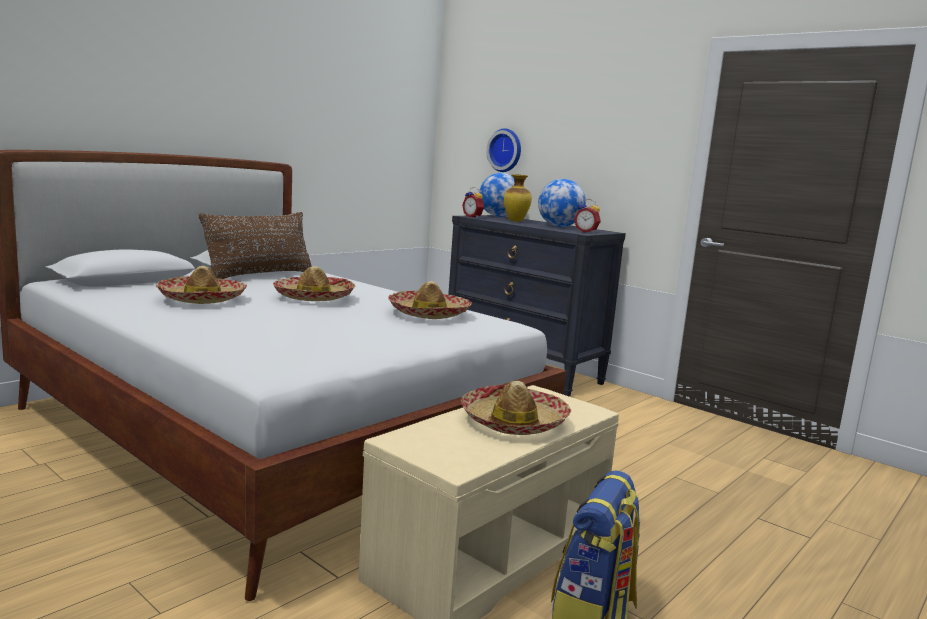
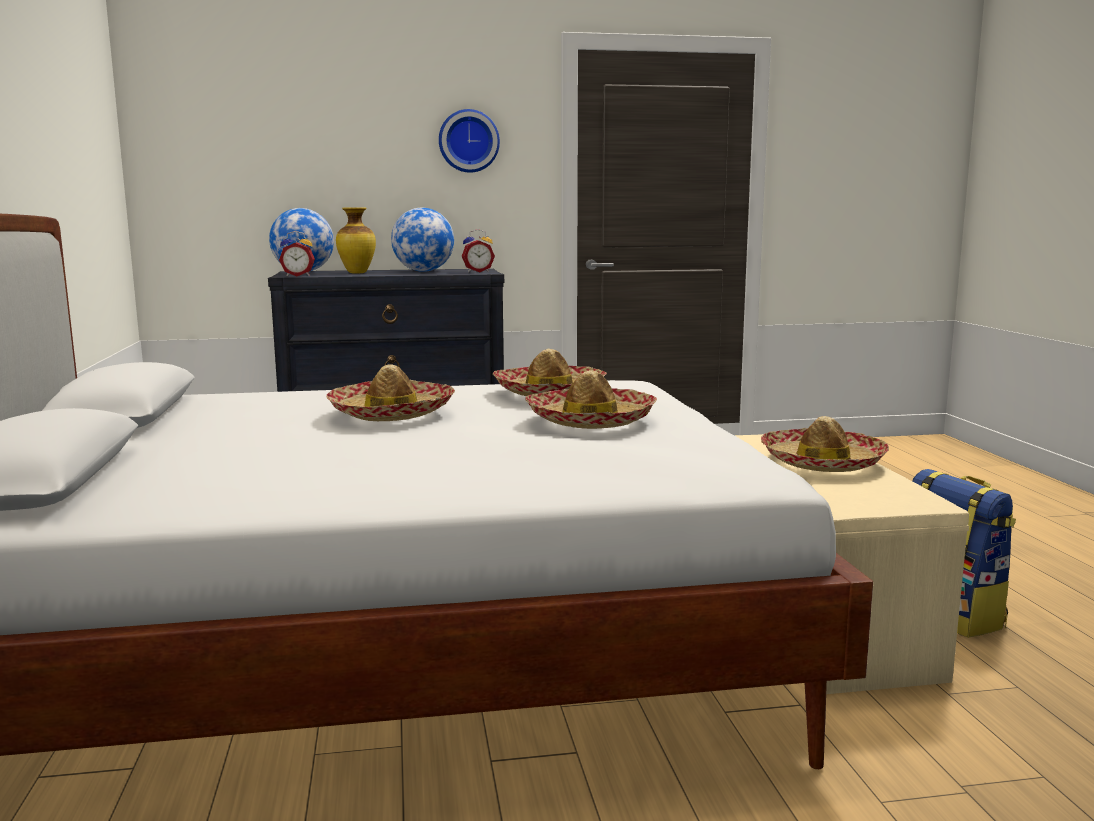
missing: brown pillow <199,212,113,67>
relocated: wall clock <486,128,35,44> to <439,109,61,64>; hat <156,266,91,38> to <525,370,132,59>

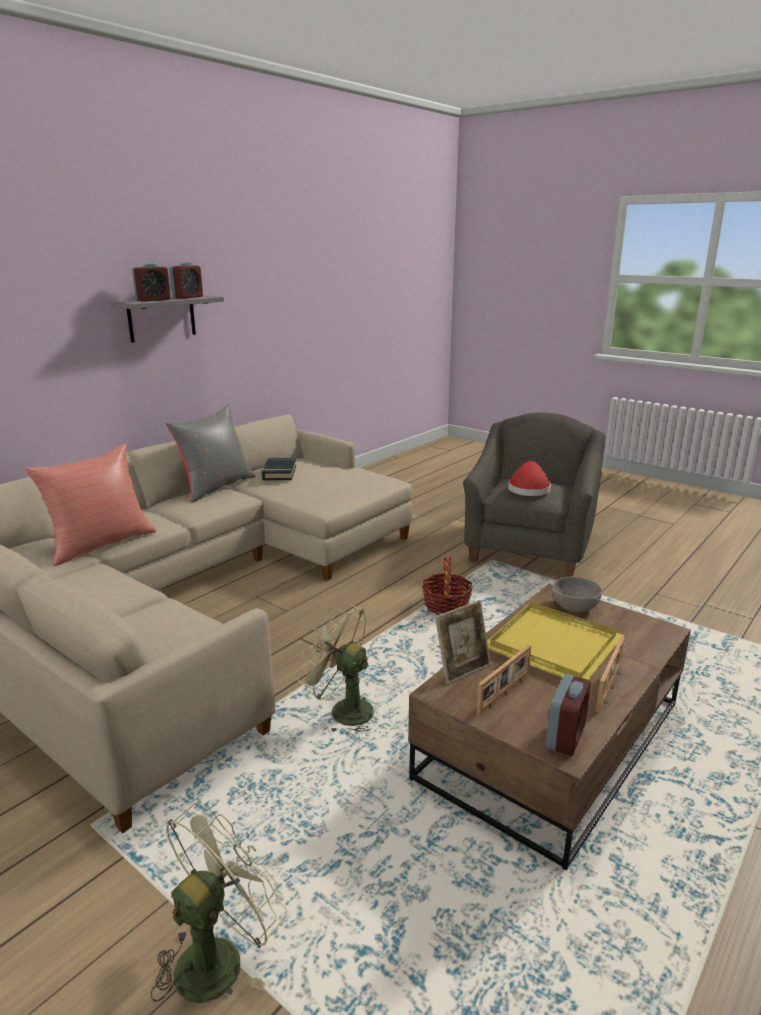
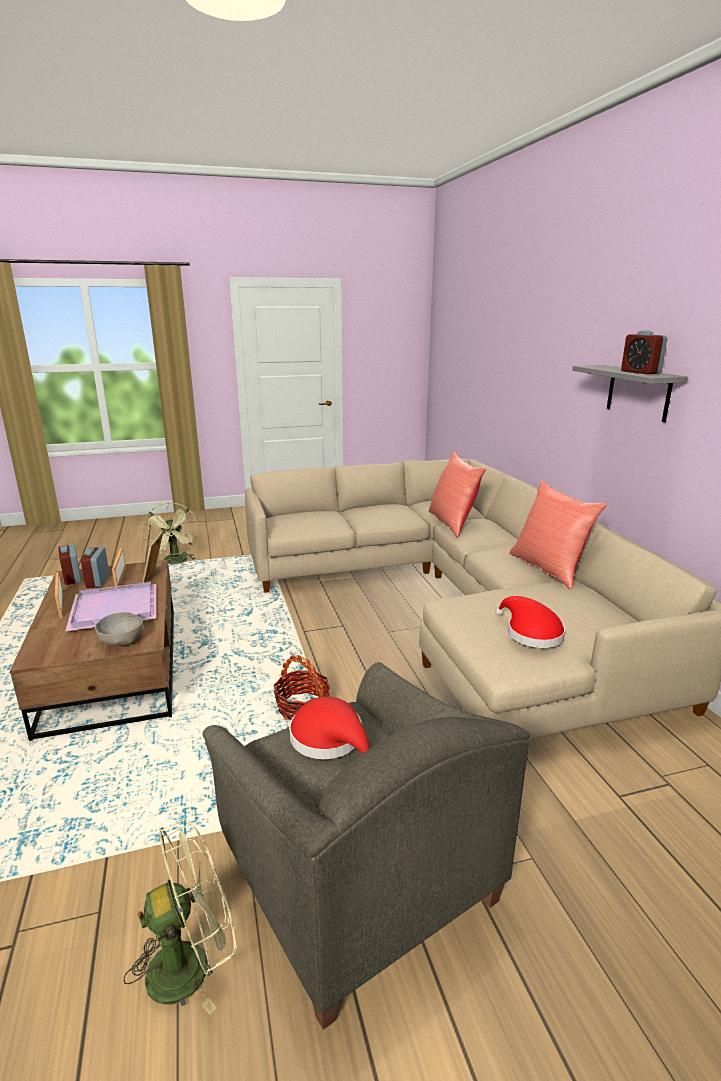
missing: black book <261,458,35,22>
appeared: red hat <495,596,70,52>
relocated: alarm clock <132,263,39,39> to <81,547,28,41>; green fan <298,602,76,133> to <124,819,113,195>
colour: yellow tray <487,602,137,78> to purple tray <65,582,91,50>; grey pillow <166,404,89,99> to red pillow <510,480,96,109>

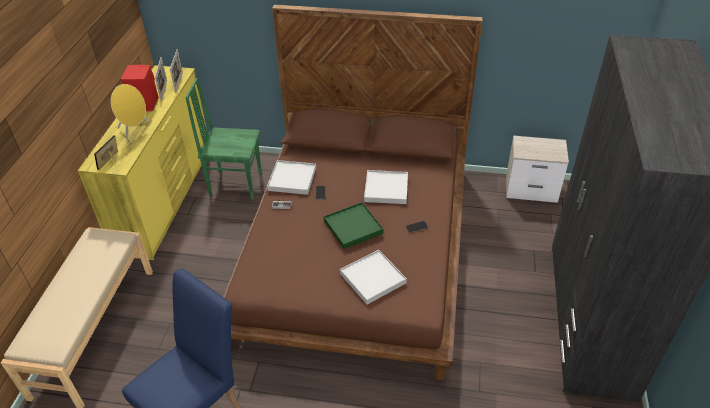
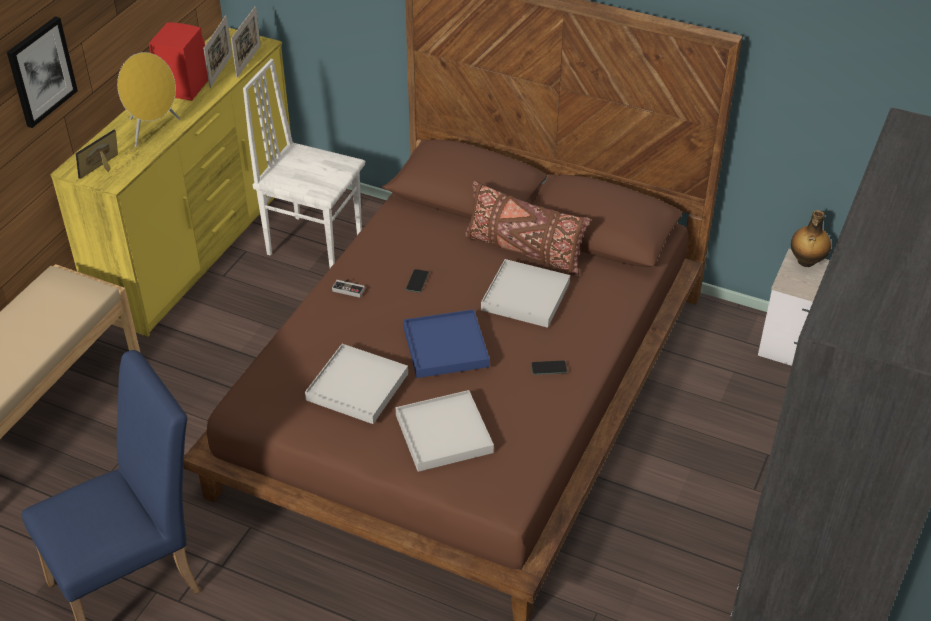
appeared: picture <7,16,71,112>; brown pillow <465,181,126,96>; bottle <791,210,40,57>
relocated: white tray <267,160,49,35> to <305,344,103,80>
colour: green chair <185,78,77,122> to white chair <243,59,122,209>; green tray <324,202,59,47> to blue tray <403,309,87,69>

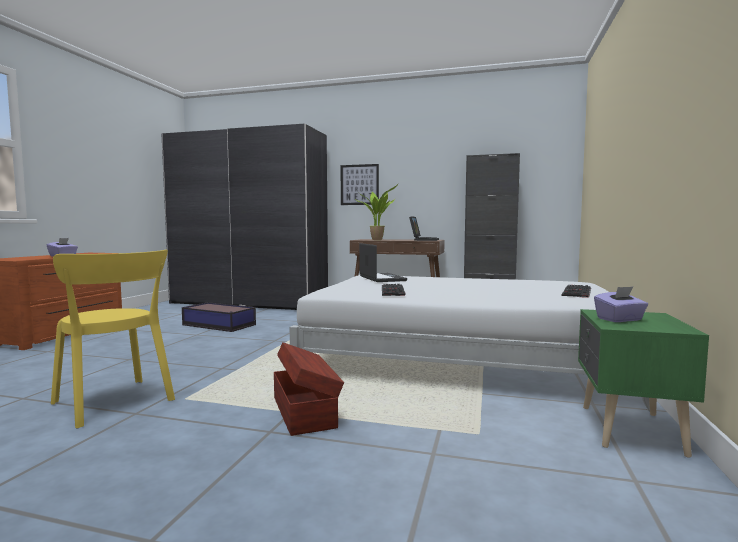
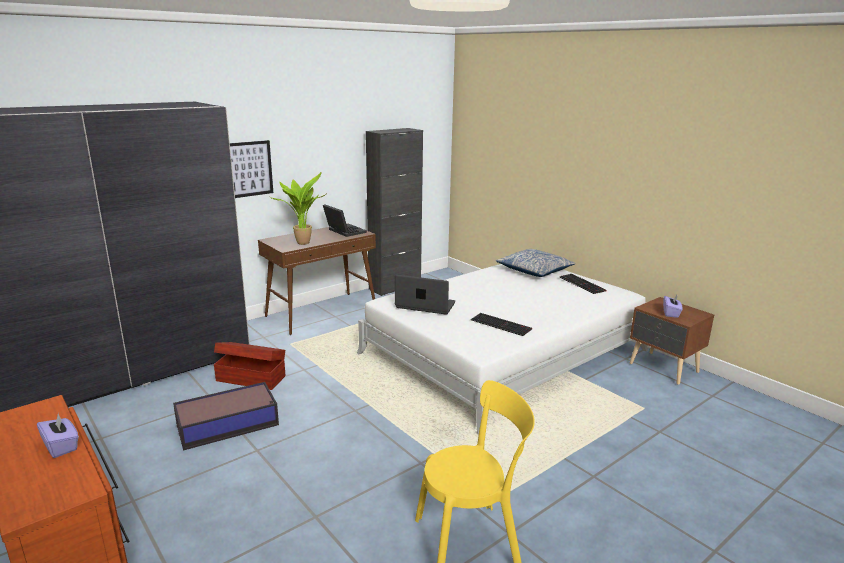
appeared: pillow <496,249,79,28>
relocated: brown storage box <274,342,70,94> to <214,342,71,48>
colour: green nightstand <578,309,131,149> to brown nightstand <630,297,84,88>

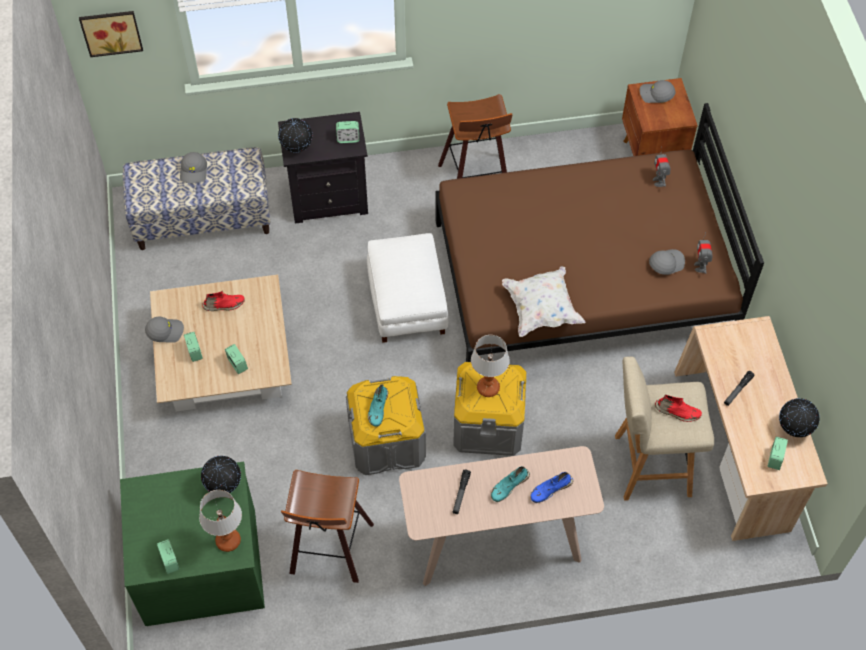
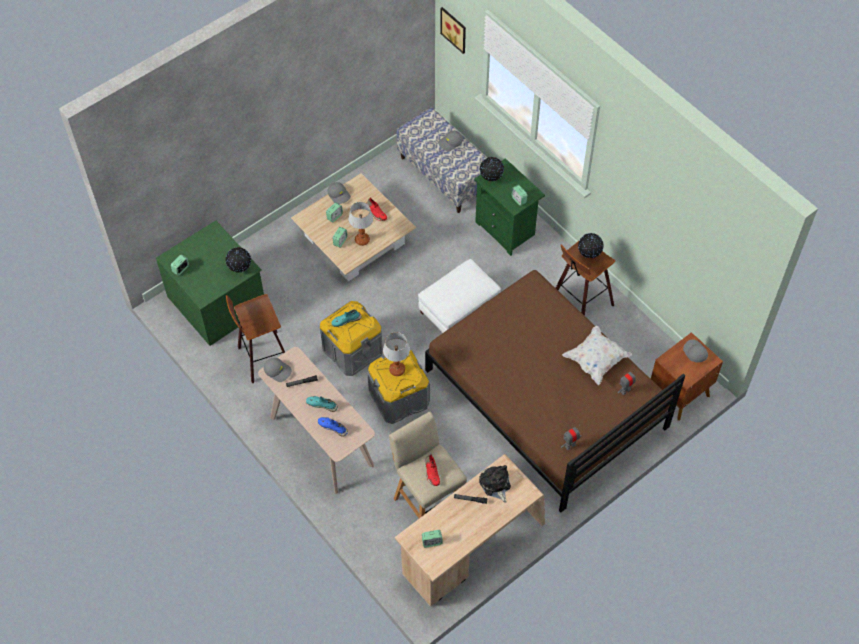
appeared: plush toy <479,465,32,38>
relocated: grey cap <649,249,36,26> to <264,358,28,24>; table lamp <199,490,43,62> to <348,202,25,44>; white pillow <502,267,84,70> to <562,326,70,59>; globe <779,398,41,39> to <578,233,25,25>
colour: black nightstand <278,112,90,112> to green nightstand <474,158,71,98>

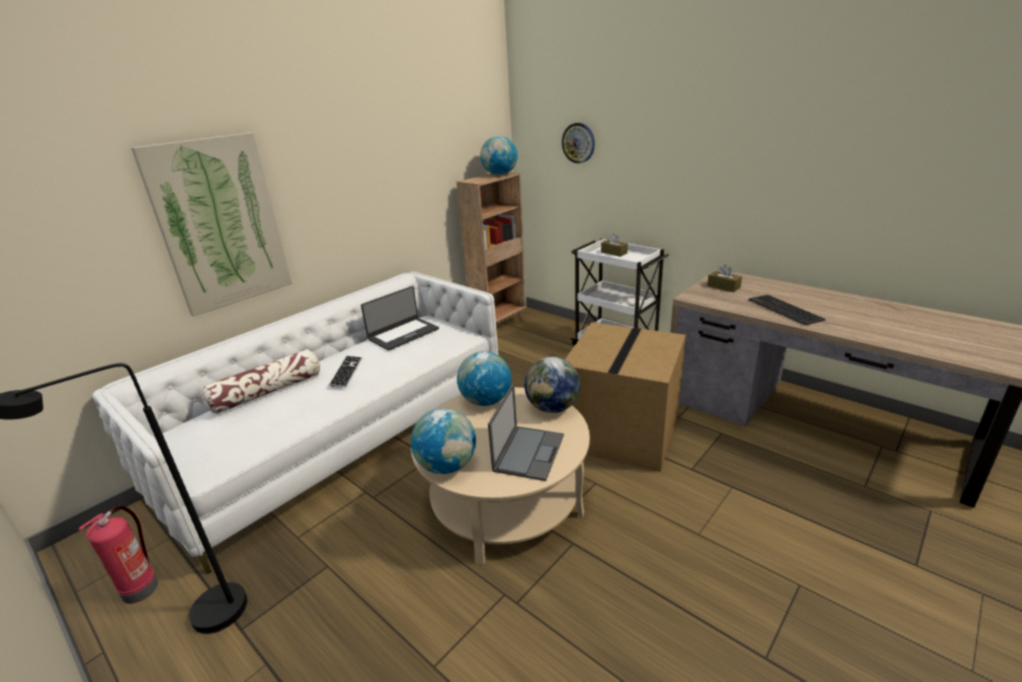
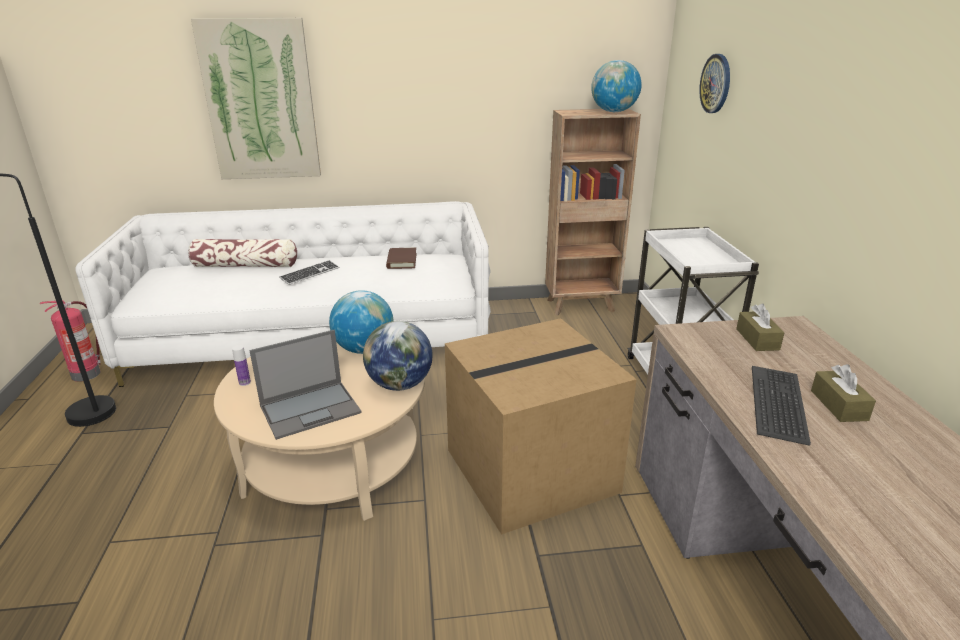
relocated: brown tissue box <601,233,27,24> to <811,364,65,58>
exchanged: globe <411,408,65,66> to bottle <232,345,19,41>; laptop <361,286,78,65> to brown book <386,248,31,21>

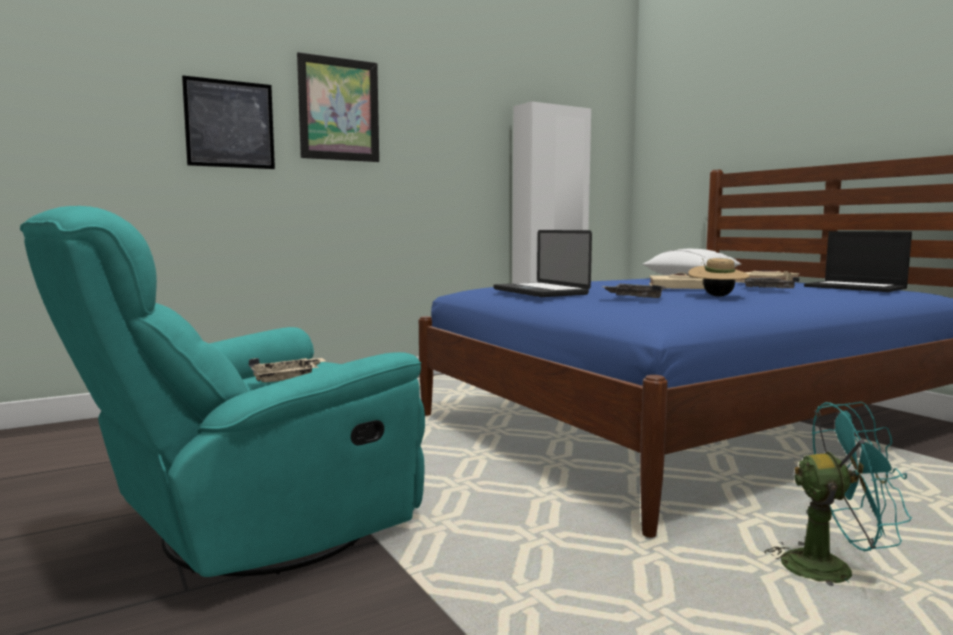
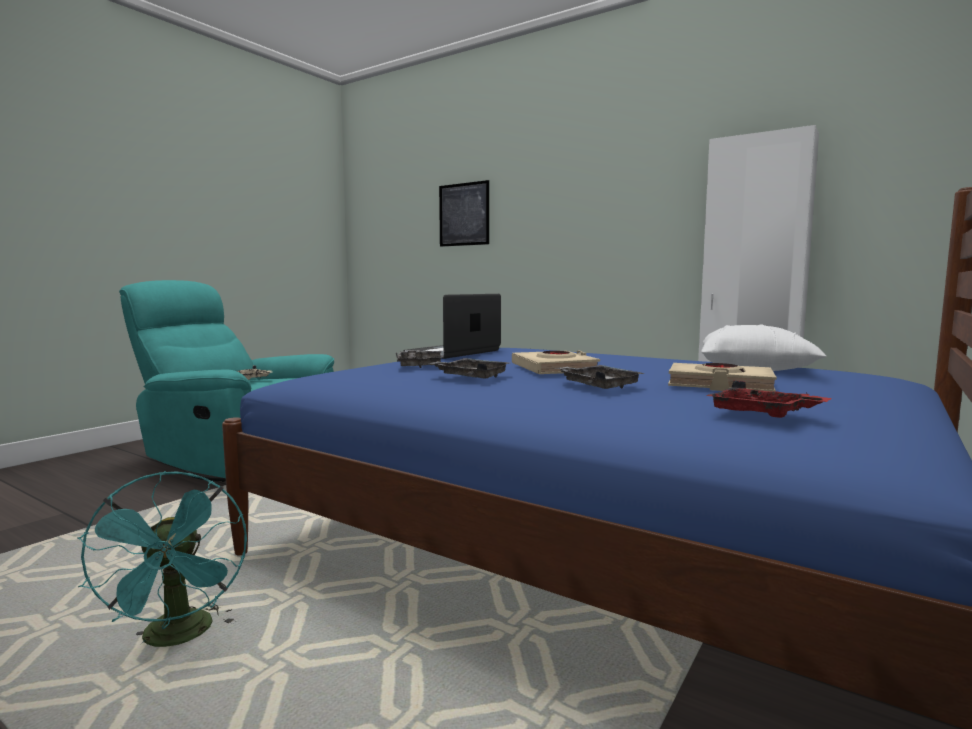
missing: picture <297,52,82,110>
exchanged: beige hat <688,258,62,39> to grey tray <429,358,80,20>; laptop <804,231,108,61> to red tray <706,380,126,38>

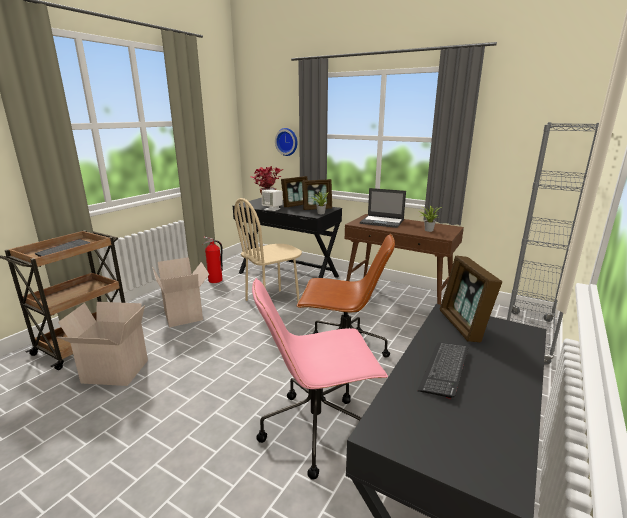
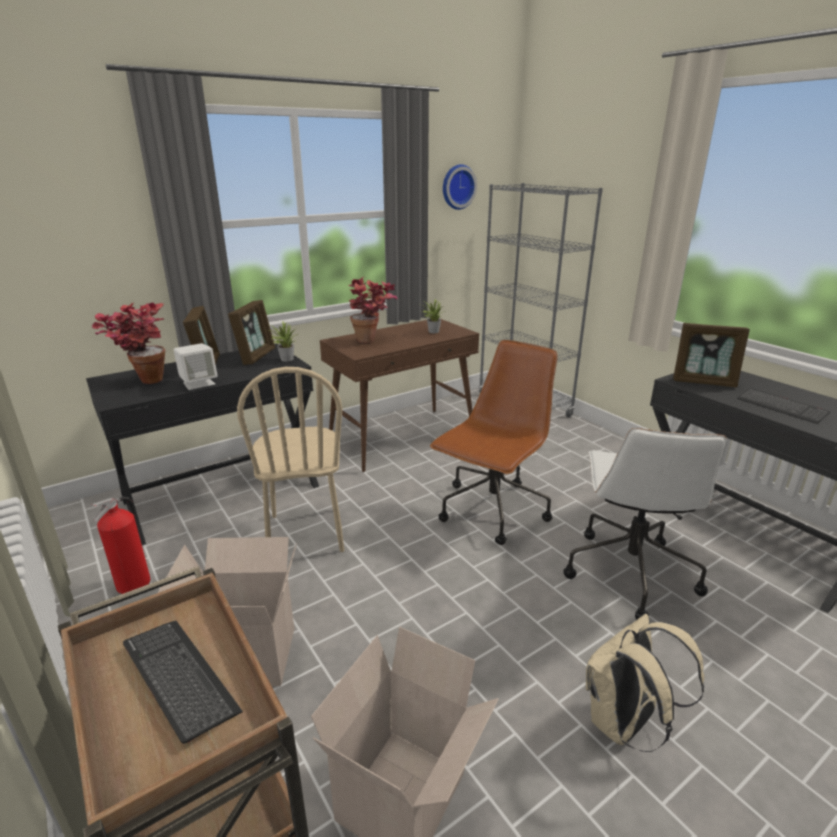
appeared: beige backpack <586,614,118,138>
relocated: wall clock <275,128,23,28> to <443,164,34,46>
exchanged: laptop <360,188,46,40> to potted plant <348,277,49,66>
colour: pink office chair <252,278,136,202> to white office chair <563,428,164,191>

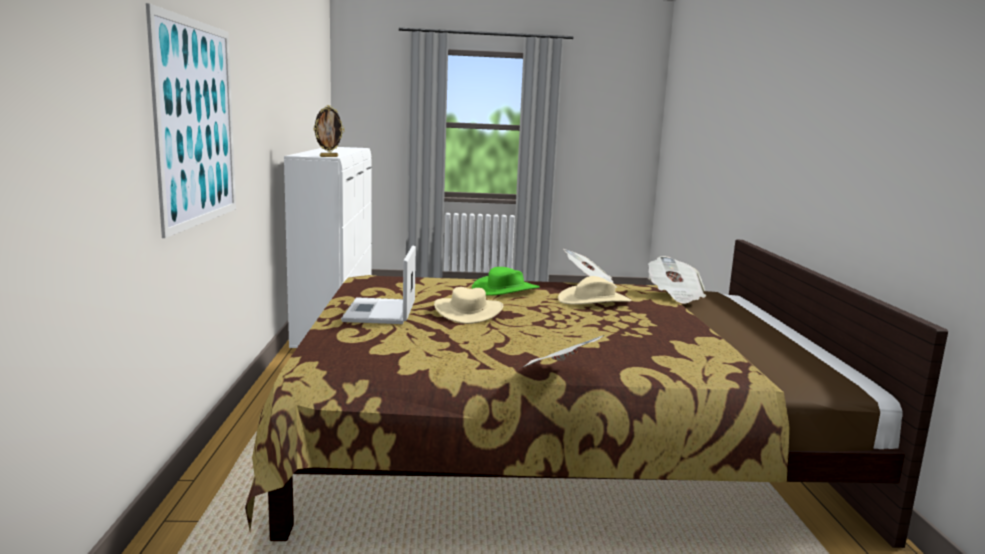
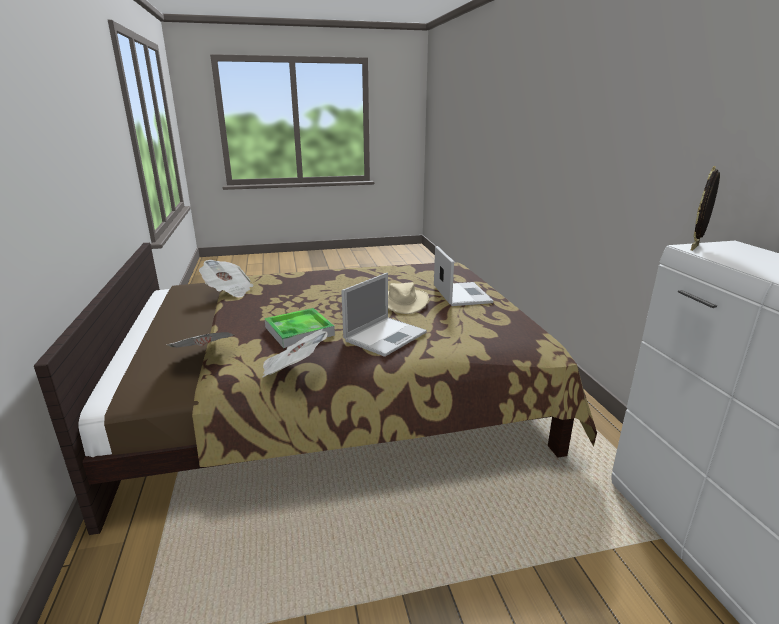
missing: picture <146,3,90,235>
relocated: newspaper <519,335,86,34> to <199,260,55,38>
exchanged: beige hat <558,276,74,29> to tray <265,308,70,40>; green hat <472,267,68,29> to laptop <341,273,86,84>

